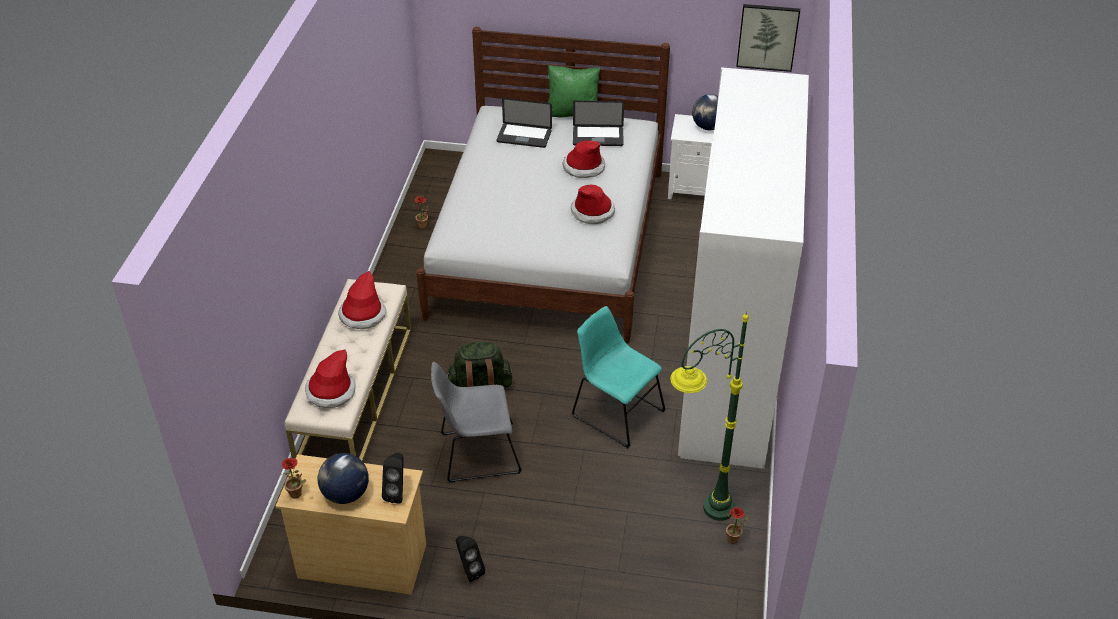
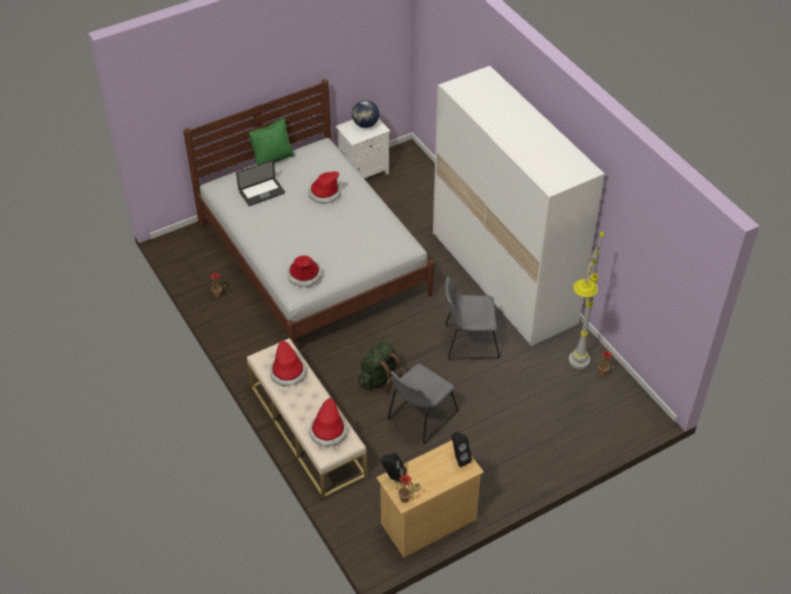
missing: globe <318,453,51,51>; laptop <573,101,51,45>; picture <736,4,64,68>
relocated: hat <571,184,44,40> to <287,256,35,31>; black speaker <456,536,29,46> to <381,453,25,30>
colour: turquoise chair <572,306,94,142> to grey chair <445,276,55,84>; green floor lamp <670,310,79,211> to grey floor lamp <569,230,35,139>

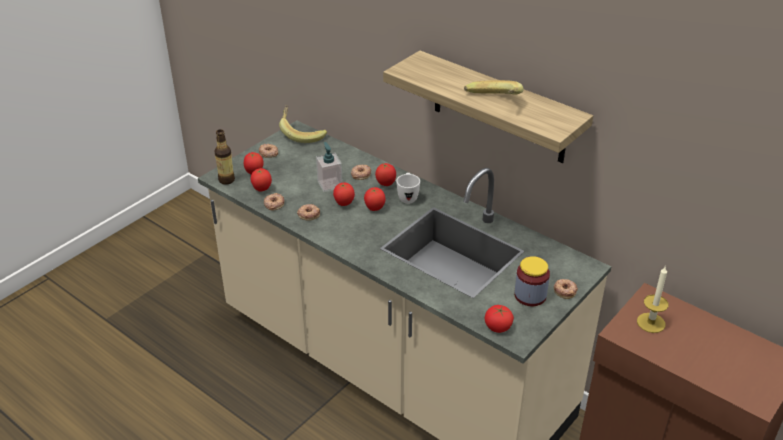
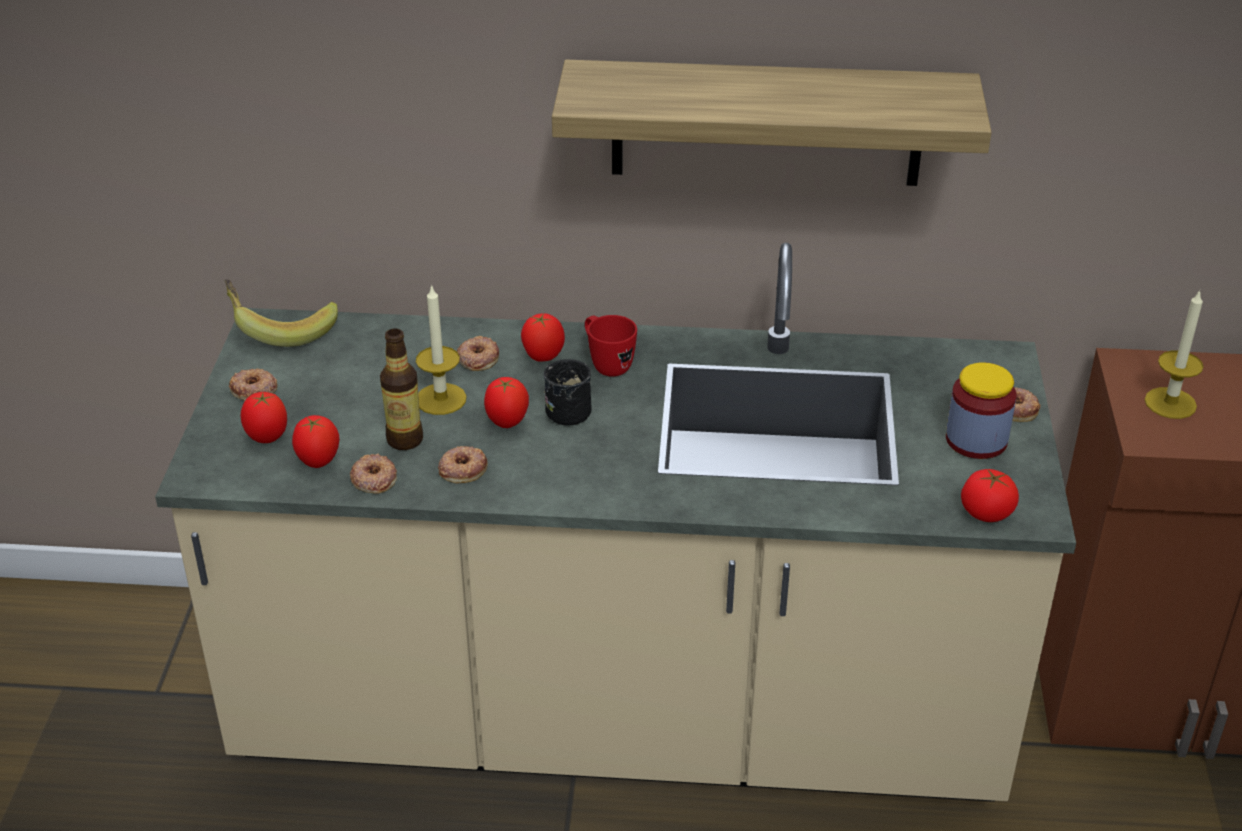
missing: banana <464,80,60,14>
relocated: bottle <214,129,21,56> to <380,328,43,122>
exchanged: soap dispenser <316,142,27,50> to candle <416,284,51,131>; tomato <364,187,21,24> to black mug <544,359,48,66>
colour: white mug <396,173,24,31> to red mug <585,315,52,62>

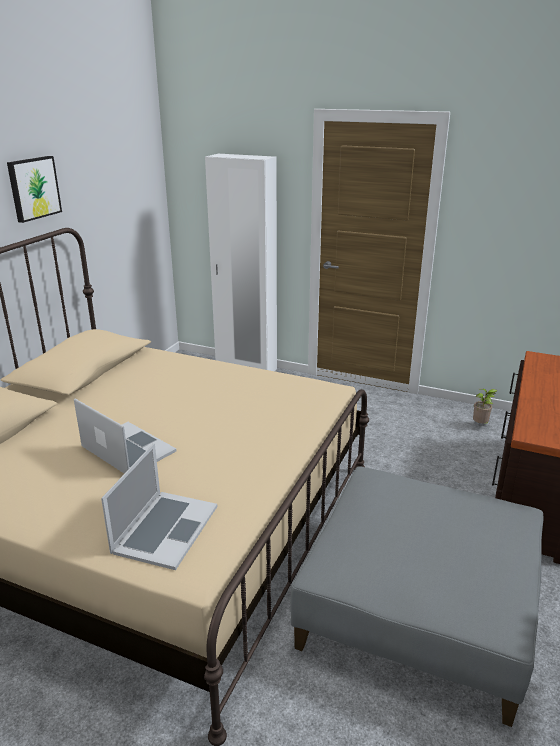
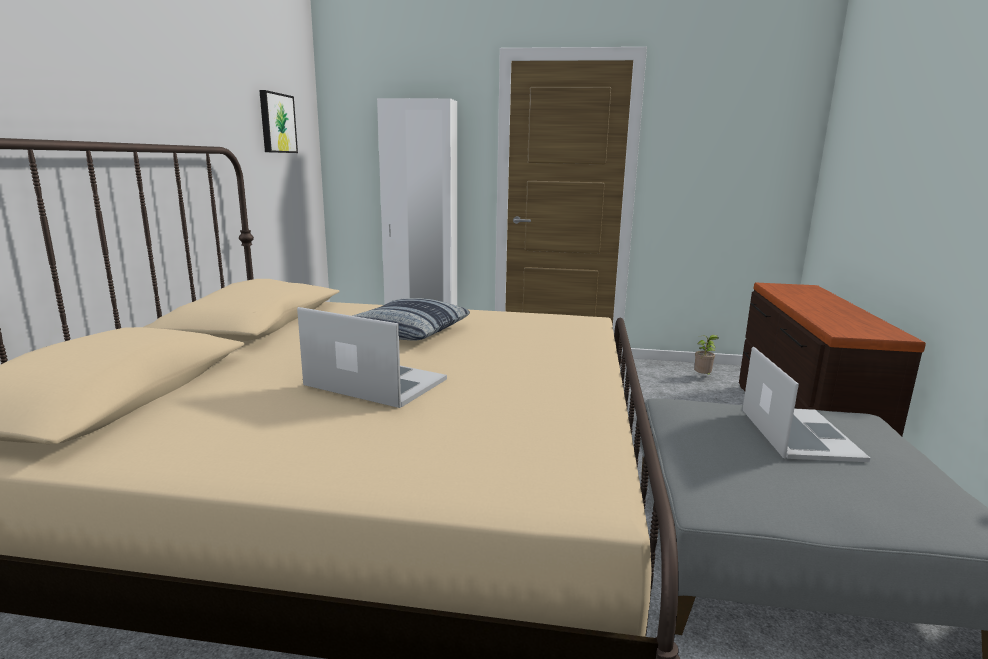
appeared: pillow <352,298,118,43>
relocated: picture <7,156,55,67> to <259,90,39,63>; laptop <101,443,116,127> to <743,347,128,115>

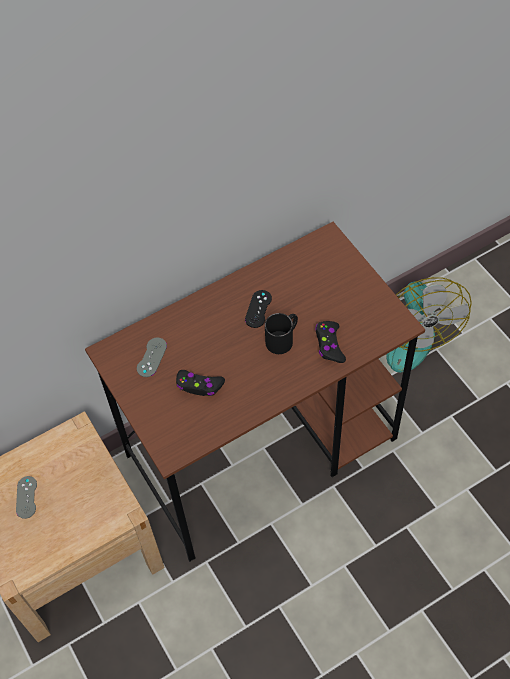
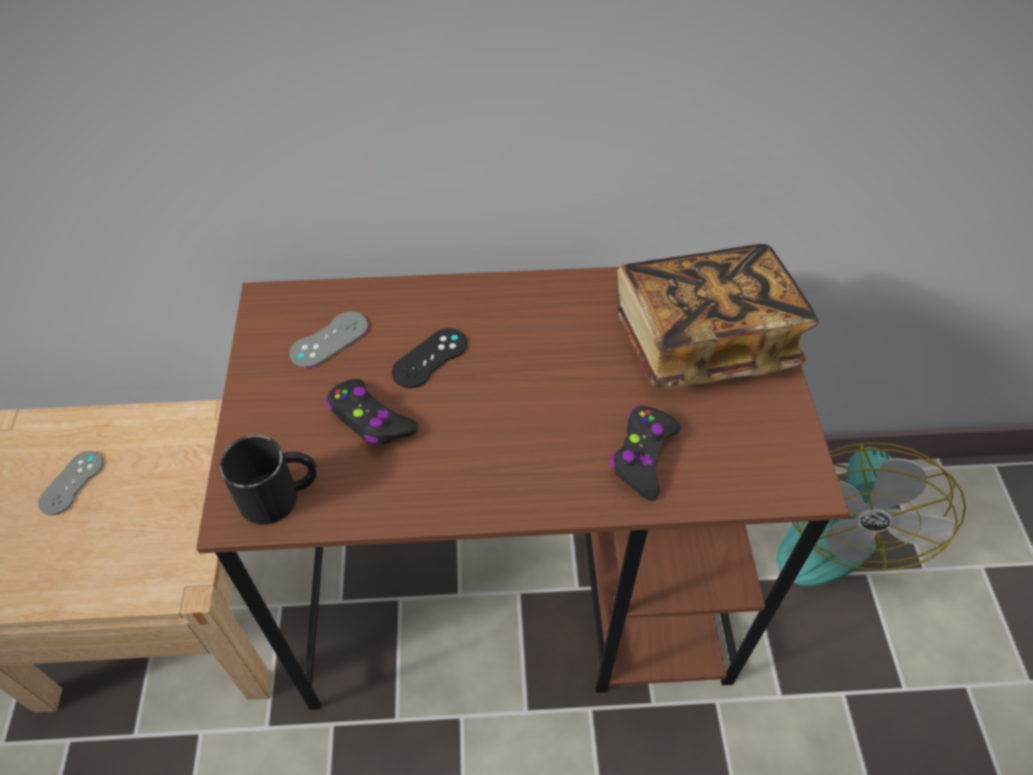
appeared: book <617,244,202,144>
relocated: black mug <265,313,33,41> to <219,435,99,90>; black game controller <245,290,27,38> to <391,328,76,60>

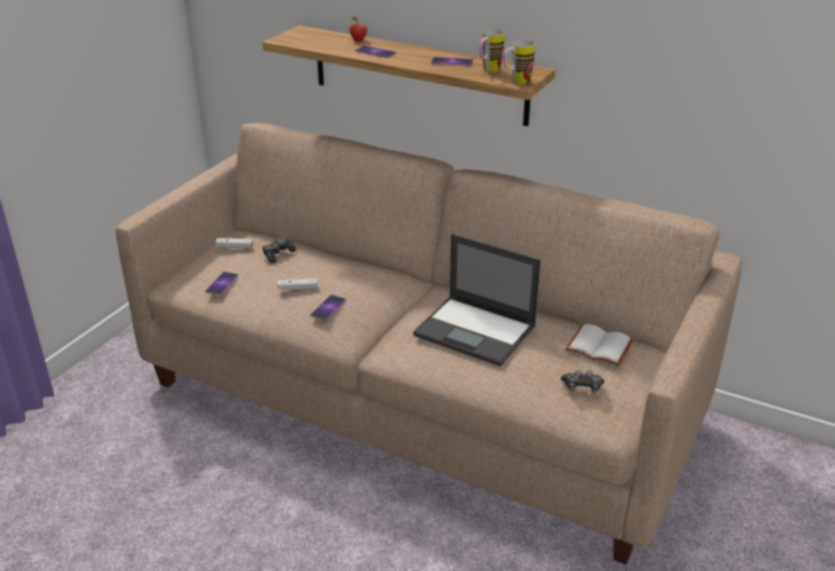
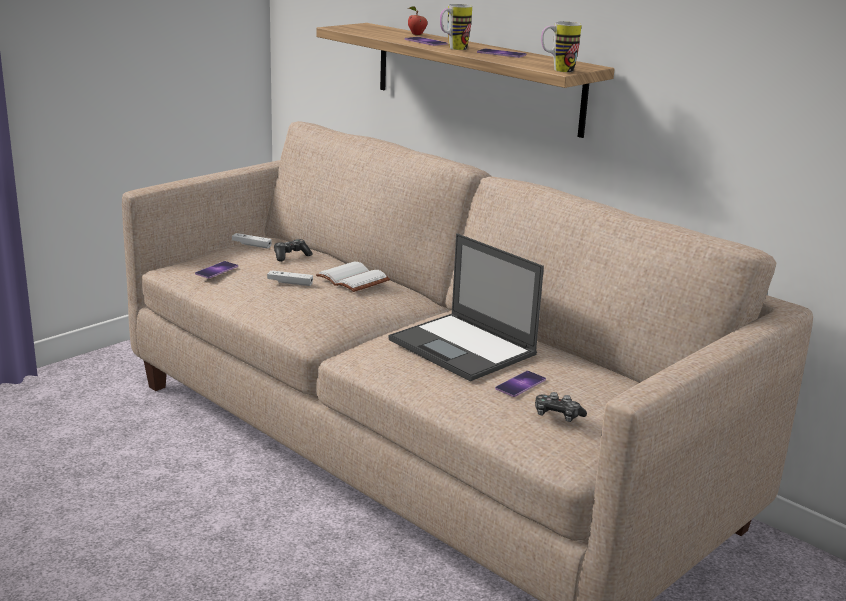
relocated: white book <565,324,68,42> to <316,262,74,30>; mug <479,29,26,43> to <440,4,32,46>; phone <310,295,36,25> to <495,371,51,26>

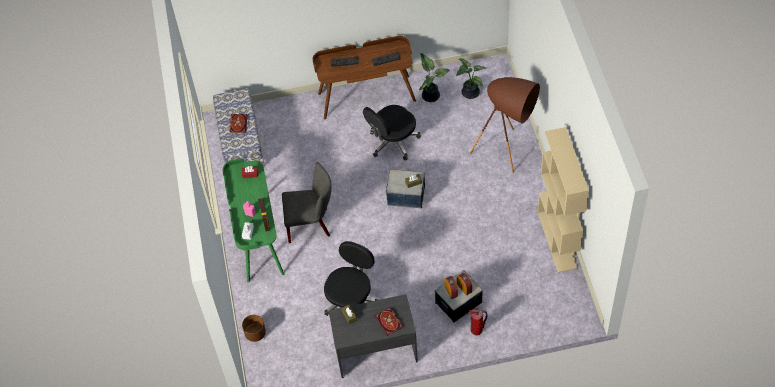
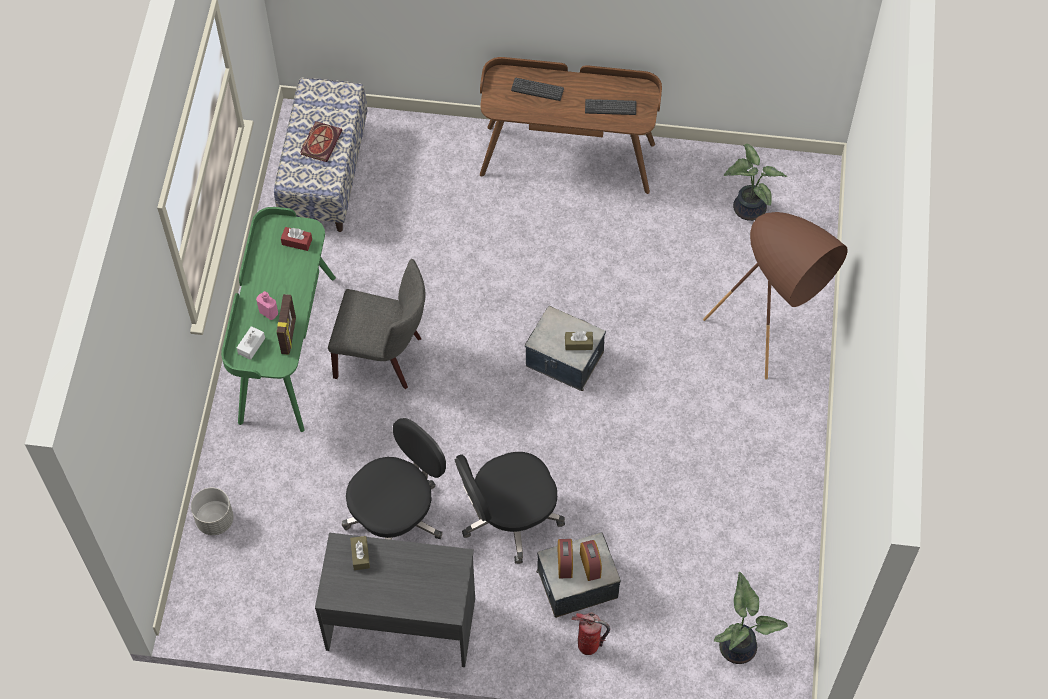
missing: book <374,307,29,29>; beige bookcase <538,127,51,146>
relocated: black office chair <363,105,58,55> to <454,452,111,112>; potted plant <419,53,31,49> to <714,572,74,92>
colour: brown planter <242,315,24,27> to grey planter <191,488,43,47>

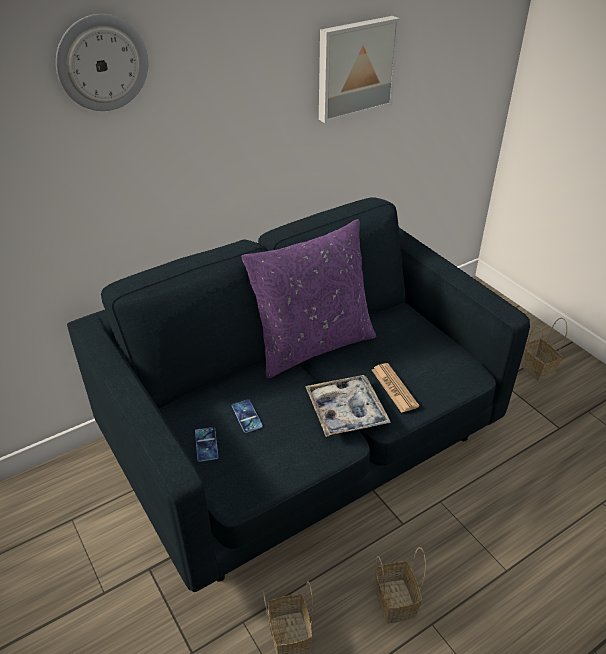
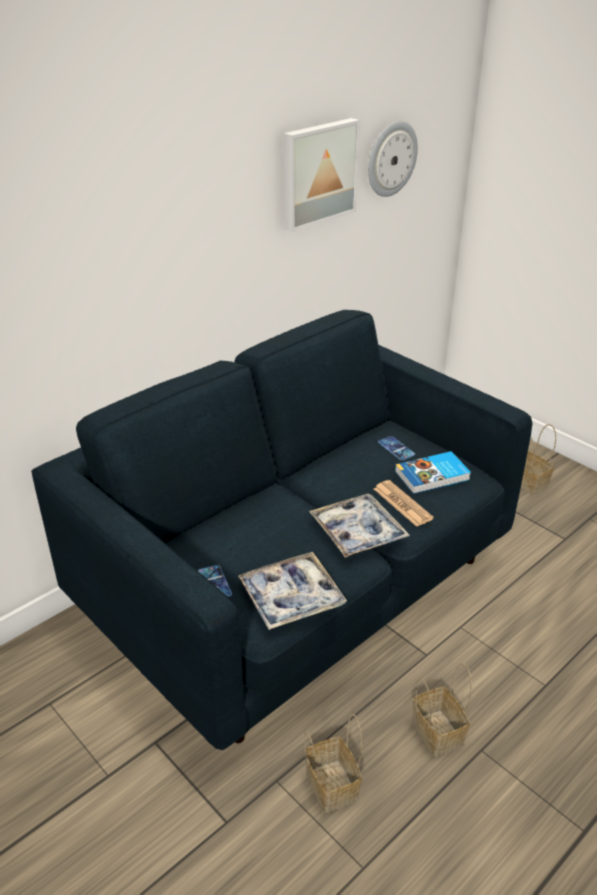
missing: purple pillow <241,219,135,160>
appeared: tray <238,552,109,78>; book <395,451,76,43>
relocated: wall clock <56,14,92,97> to <368,121,50,76>; phone <232,399,31,34> to <378,436,37,24>

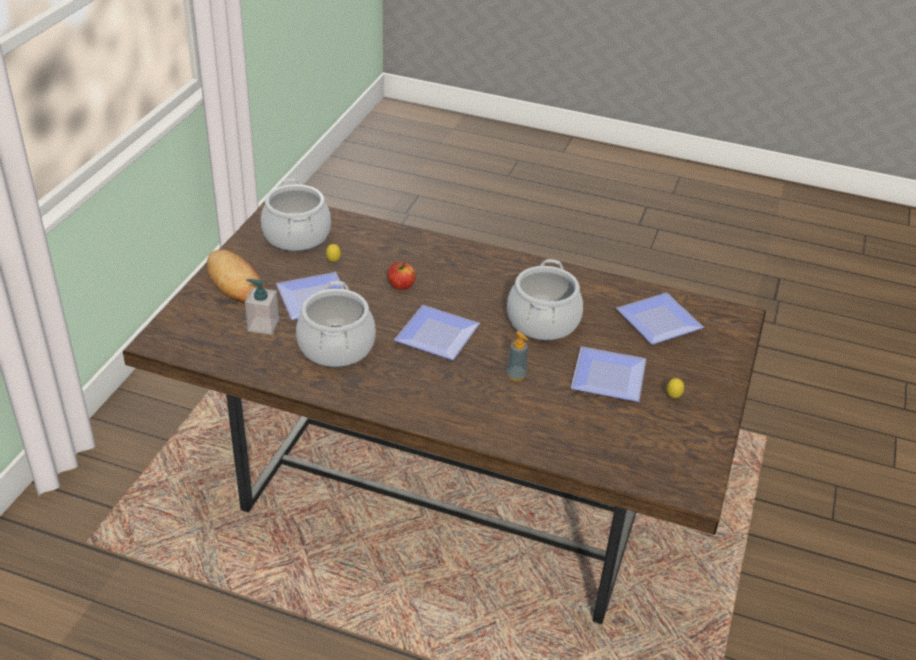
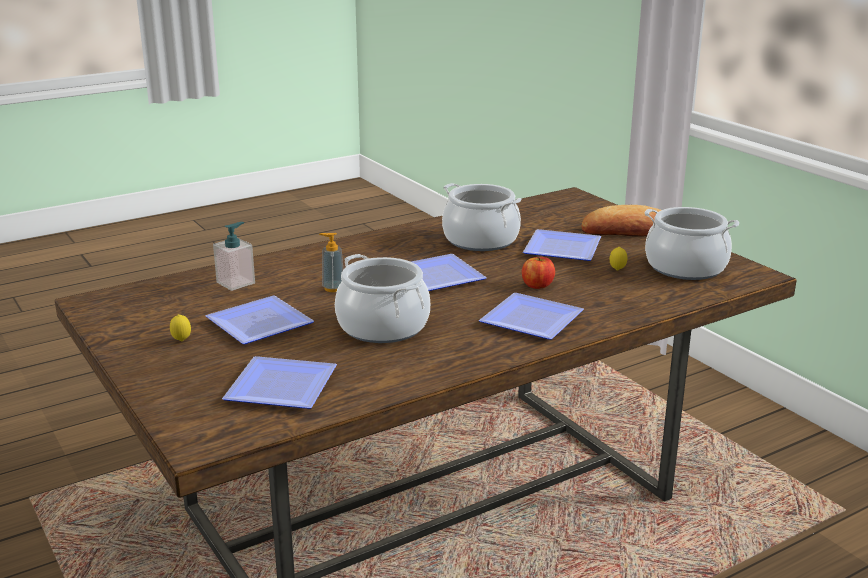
appeared: plate <479,293,105,47>
relocated: soap dispenser <245,279,34,56> to <213,222,42,69>

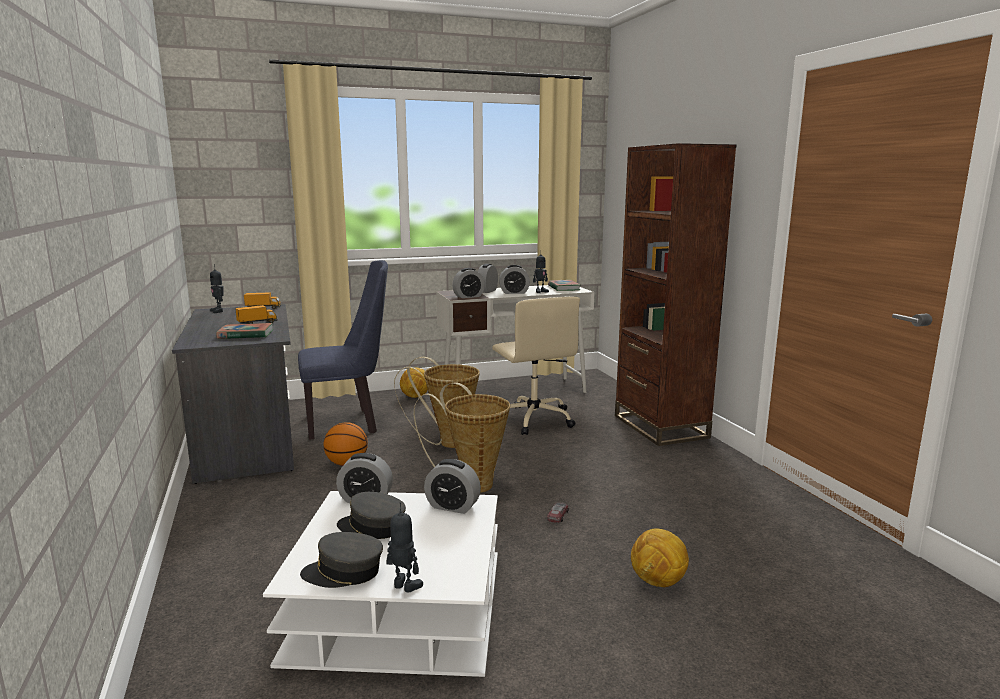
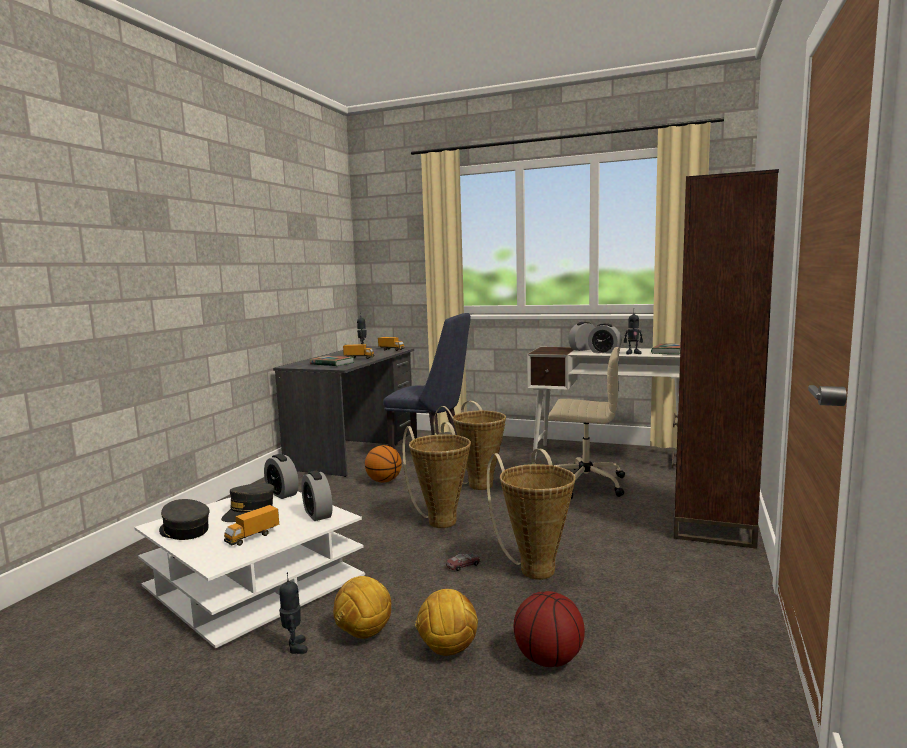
missing: alarm clock <452,268,33,30>
appeared: toy truck <224,505,55,41>; basket <487,449,89,131>; basketball <514,591,71,76>
relocated: toy robot <387,502,36,90> to <279,572,29,82>; football <400,367,28,31> to <333,576,58,63>
spun: grey cap <337,492,69,47> = <221,483,53,39> 120 degrees counterclockwise; beige office chair <492,296,88,139> = <548,347,77,152> 90 degrees counterclockwise

